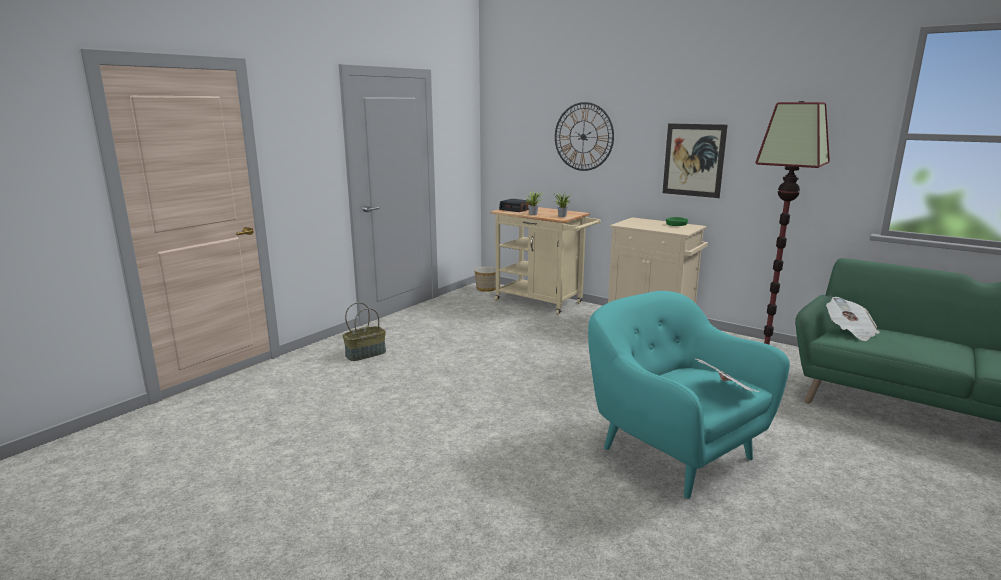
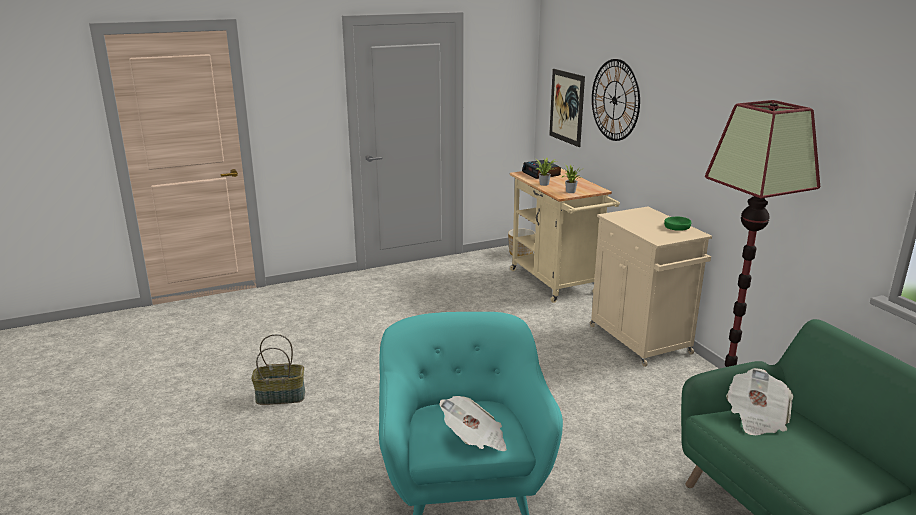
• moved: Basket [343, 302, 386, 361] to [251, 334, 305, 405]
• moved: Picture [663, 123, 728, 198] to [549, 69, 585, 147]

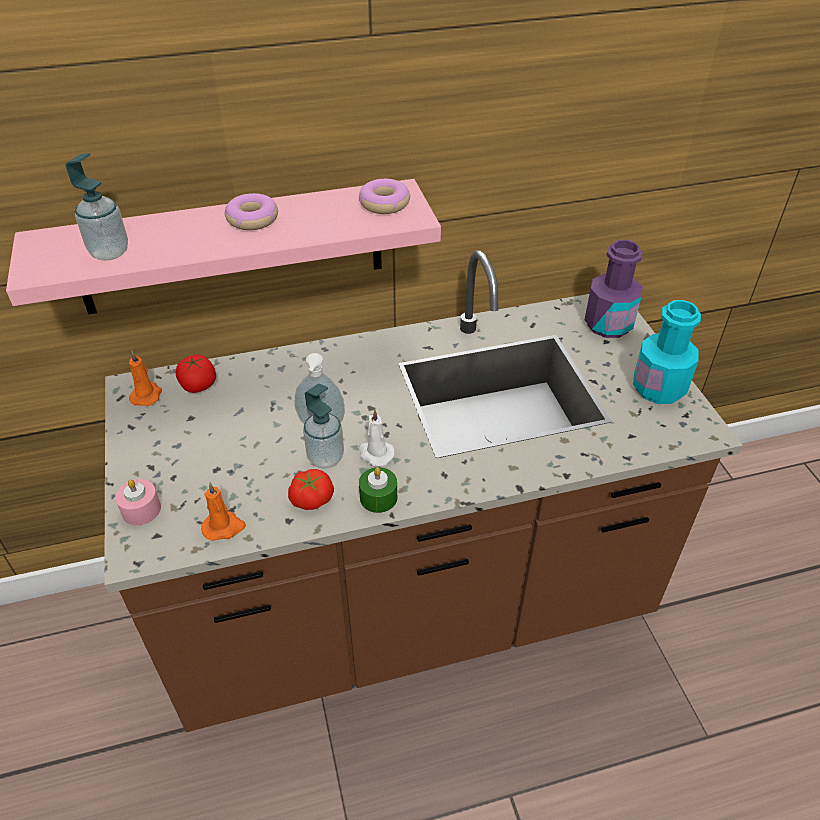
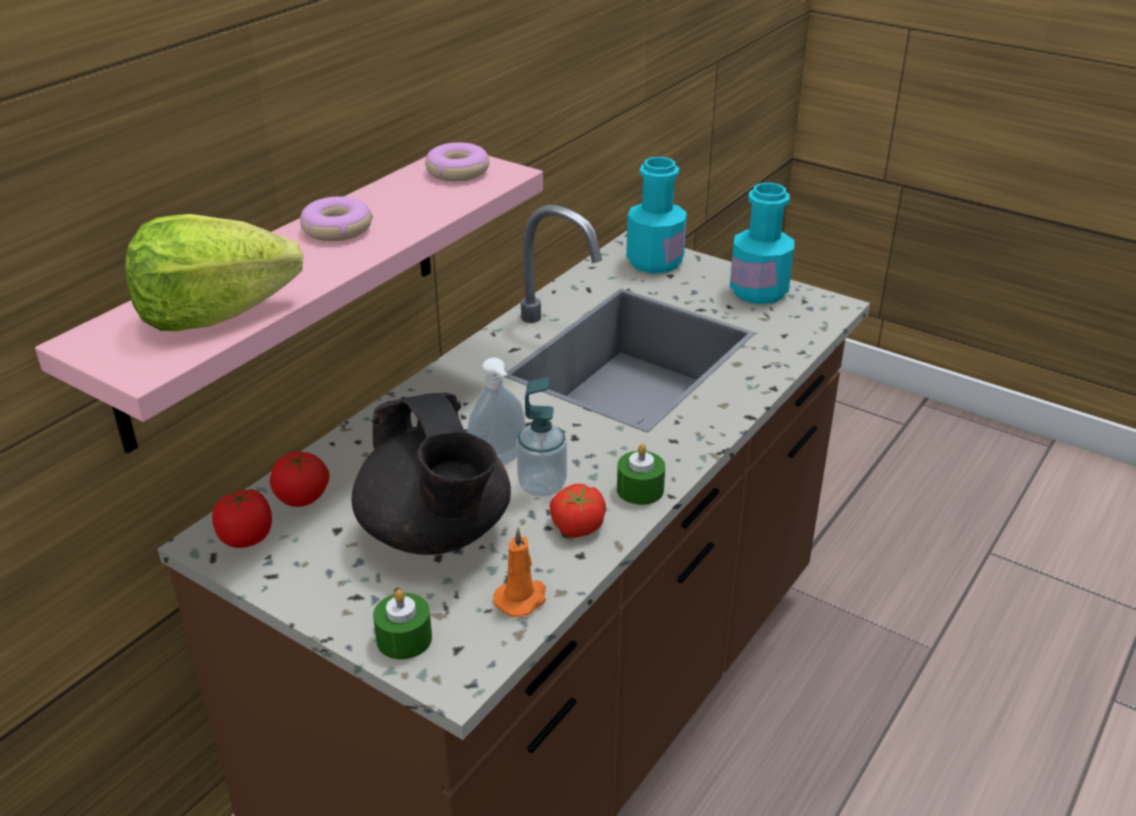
• removed: WhiteColouredWaxLight [358, 409, 395, 467]
• added: BlackColouredTeapot [351, 393, 511, 555]
• replaced: SoapDispenser [66, 153, 128, 261] to LettuceHead [125, 214, 304, 331]
• replaced: OrangeWaxLight [129, 351, 162, 406] to FreshTomato [212, 489, 272, 548]
• recoloured: PinkColouredWaxLight [115, 479, 161, 525] to GreenishWaxLight [373, 589, 432, 659]
• recoloured: PurpleDrinkBottle [585, 240, 643, 338] to BlueGreenDrinkBottle [626, 157, 687, 274]

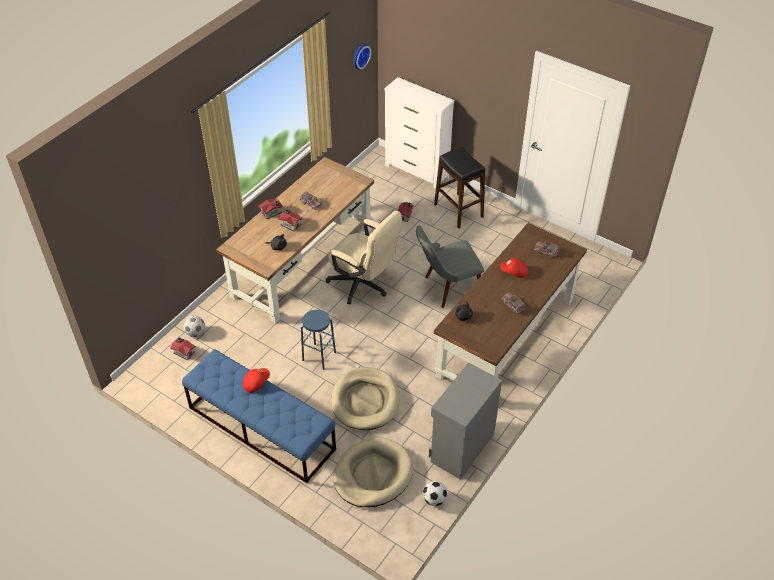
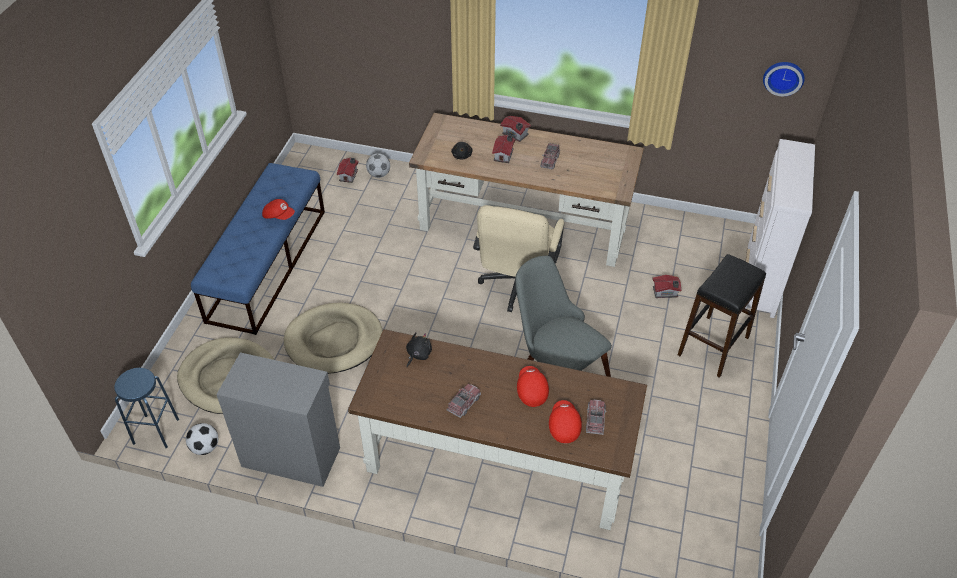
• added: RedColouredCap [549, 400, 582, 443]
• moved: BluishSittingStool [301, 310, 336, 370] to [114, 368, 179, 448]

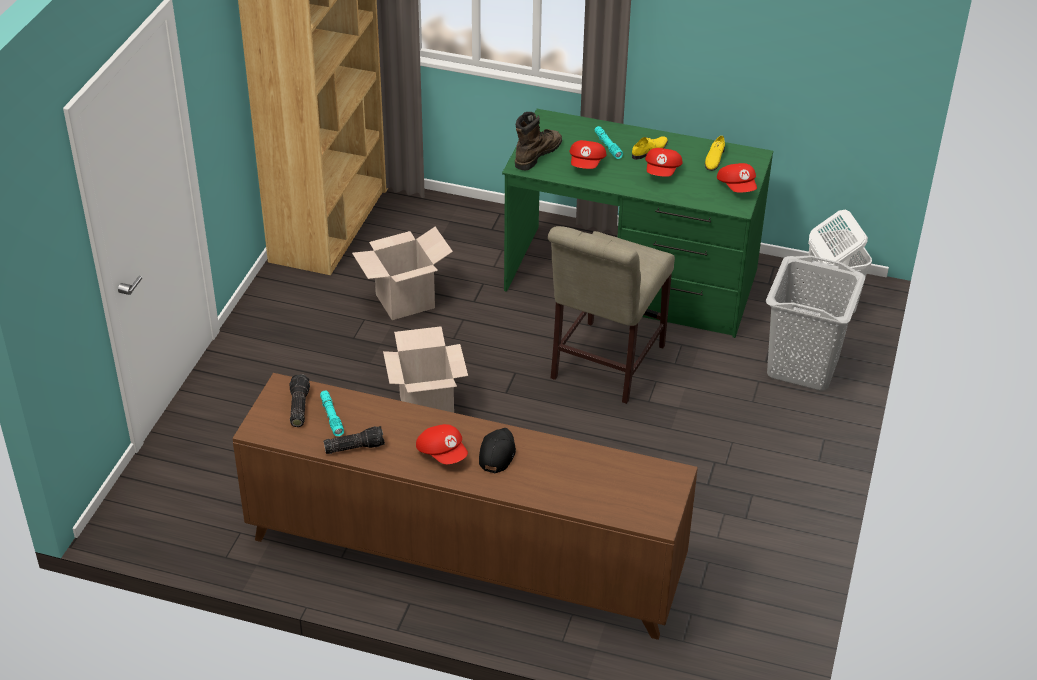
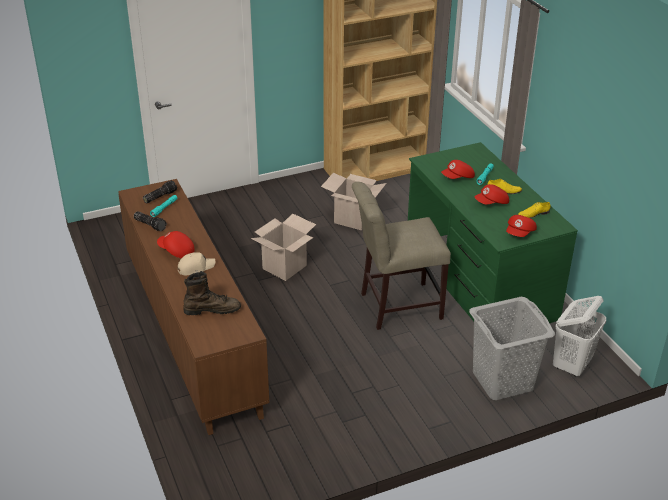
• moved: BrownColouredTallBoot [515, 112, 562, 170] to [183, 271, 241, 315]
• recoloured: BlackColouredCap [479, 428, 516, 473] to BeigeCap [178, 252, 215, 275]
• turned: RedColouredCap [416, 424, 468, 464] = [157, 231, 195, 258] 105 degrees clockwise

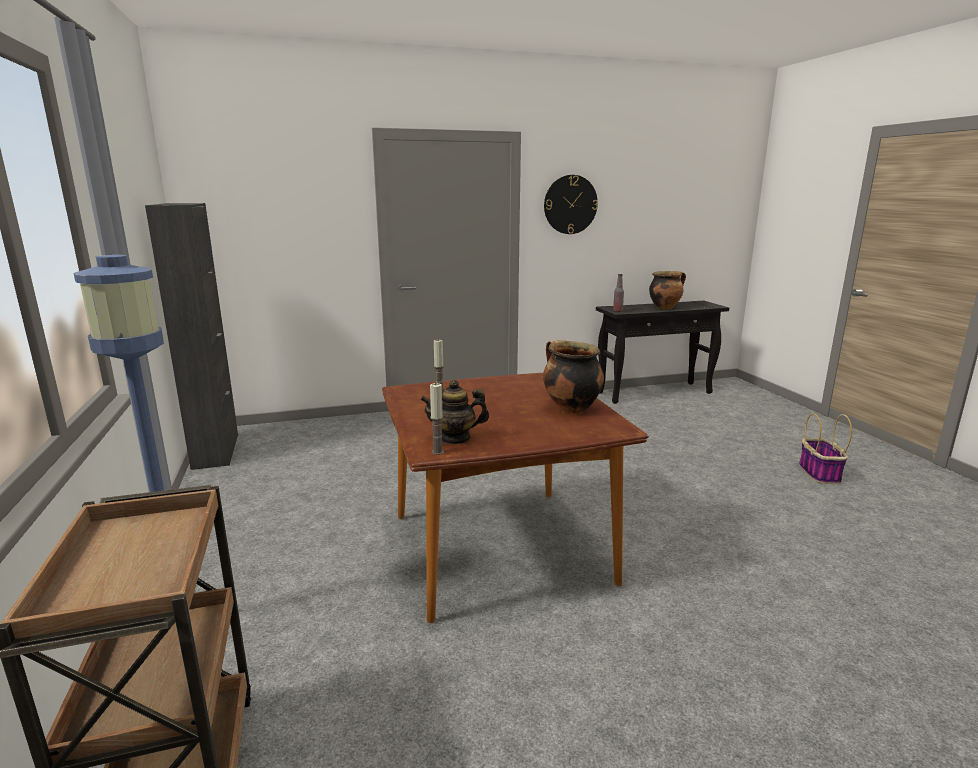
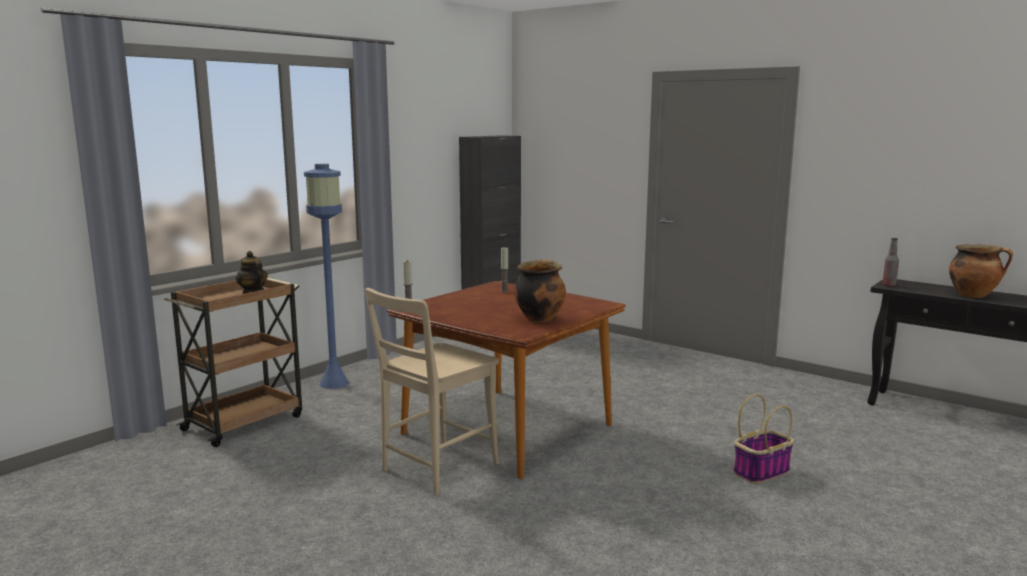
• removed: HangingClock [544, 175, 598, 234]
• added: BeigeChair [365, 288, 500, 495]
• moved: Teapot [420, 380, 489, 445] to [236, 251, 268, 294]
• moved: Basket [799, 413, 852, 484] to [734, 394, 794, 484]

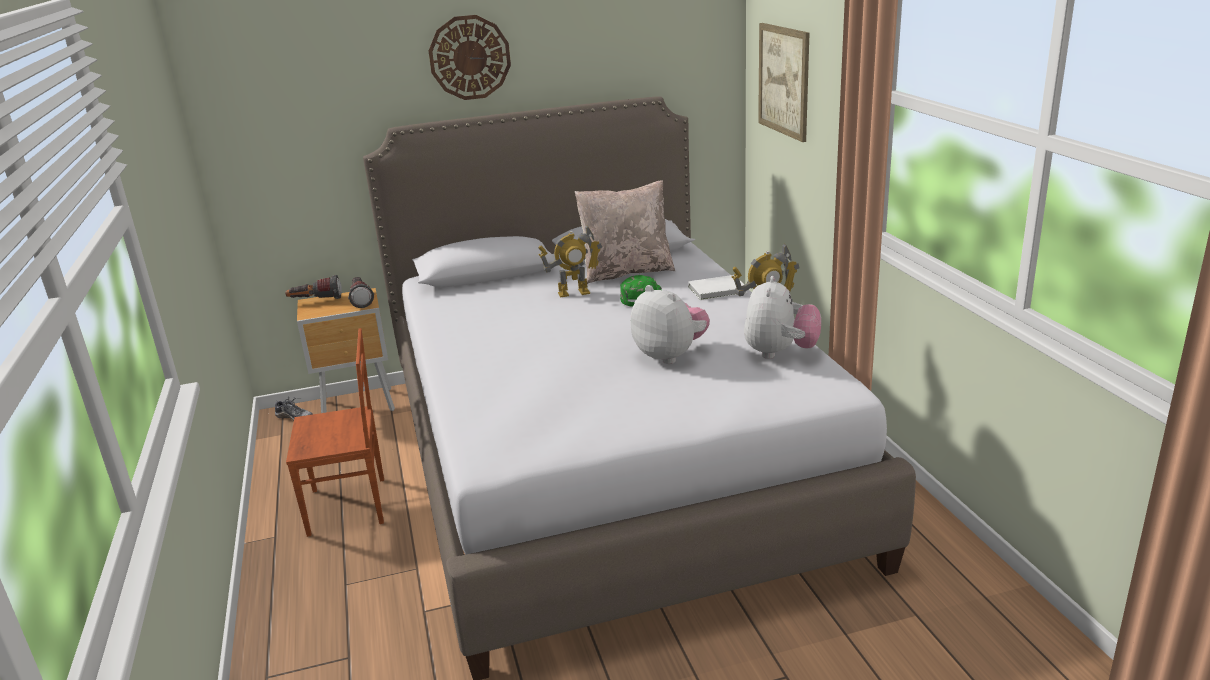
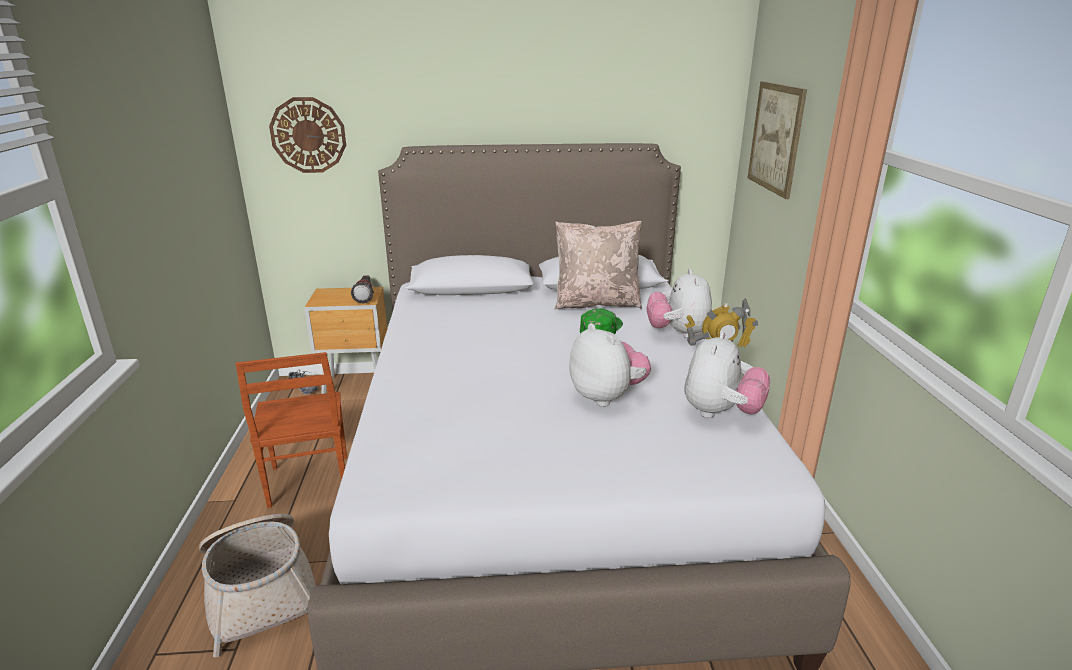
• removed: HandTorch [285, 275, 342, 299]
• removed: RobotFigure [538, 225, 602, 297]
• added: Basket [199, 514, 316, 658]
• moved: HangingClock [428, 15, 511, 100] to [269, 97, 346, 173]
• replaced: WhiteColouredVolume [688, 275, 747, 300] to SoftToy [646, 269, 712, 338]
• turned: BrownColouredChair [286, 328, 384, 537] = [235, 352, 347, 508] 75 degrees clockwise

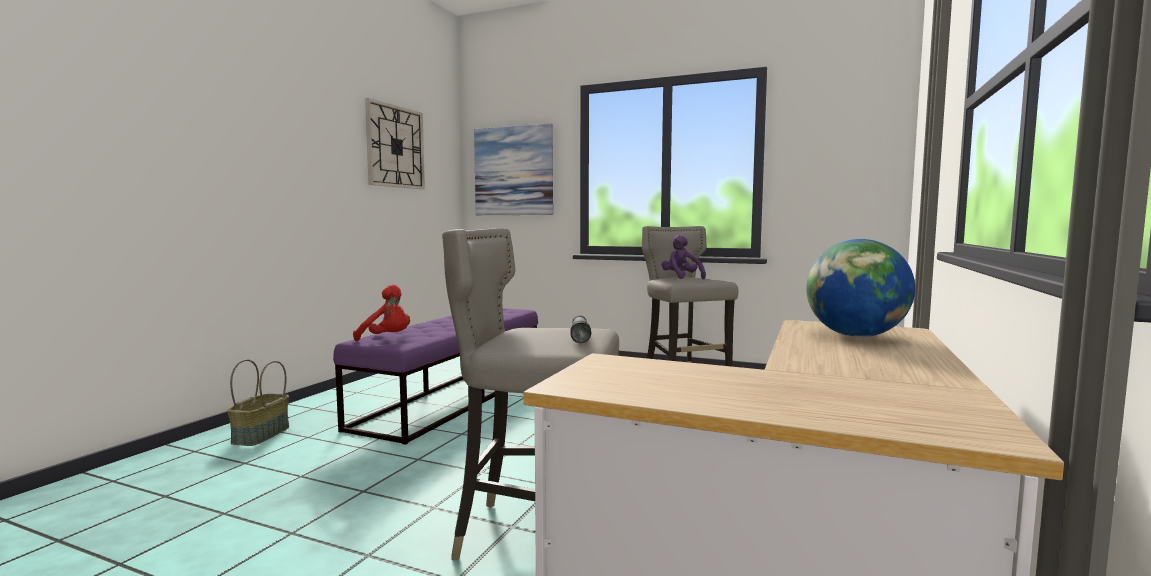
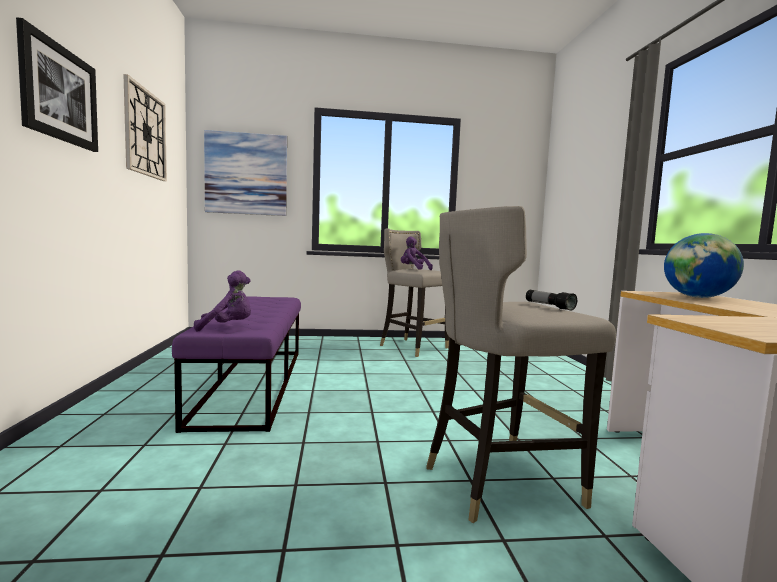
• removed: Basket [227, 359, 289, 446]
• added: Picture [16, 17, 98, 152]
• recoloured: RedColouredSoftToy [353, 284, 410, 341] to PurpleSoftToy [194, 270, 251, 332]

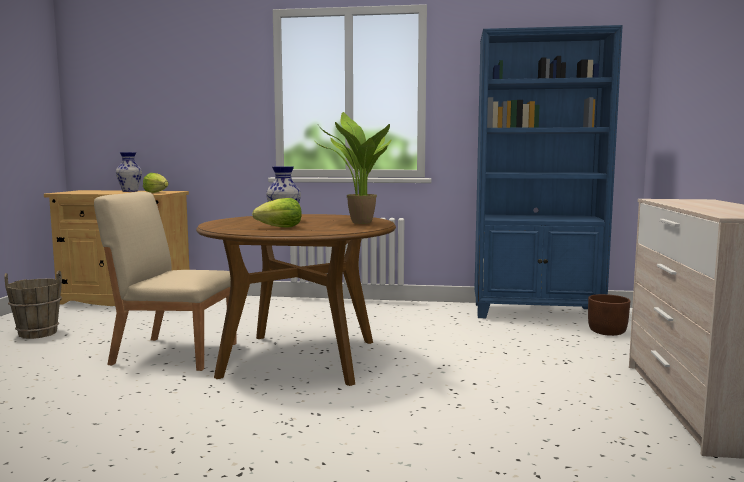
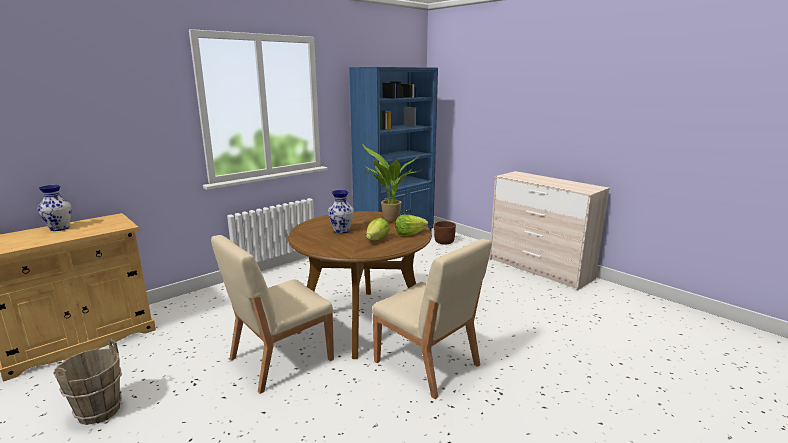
• added: BeigeChair [372, 239, 491, 399]
• moved: LettuceHead [143, 173, 169, 193] to [395, 215, 428, 235]

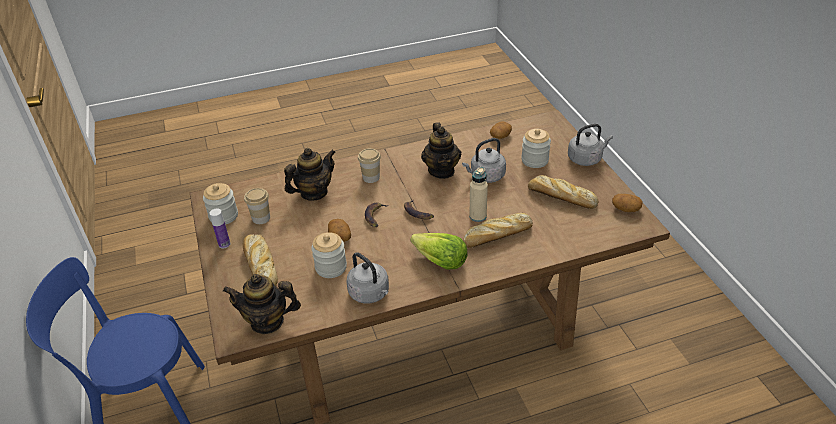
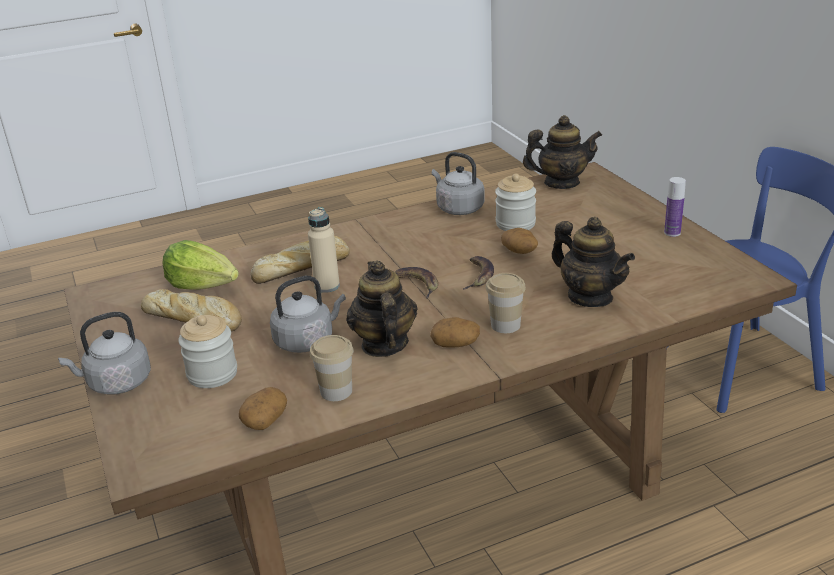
• removed: StorageJar [203, 183, 238, 225]
• removed: BakeryBread [243, 234, 278, 286]
• moved: Cup [244, 188, 270, 224] to [310, 335, 354, 401]
• moved: LettuceHead [410, 233, 468, 269] to [162, 240, 239, 290]
• moved: Spud [612, 194, 643, 212] to [430, 317, 480, 348]
• turned: Teapot [284, 148, 335, 200] = [552, 217, 635, 307] 90 degrees counterclockwise

